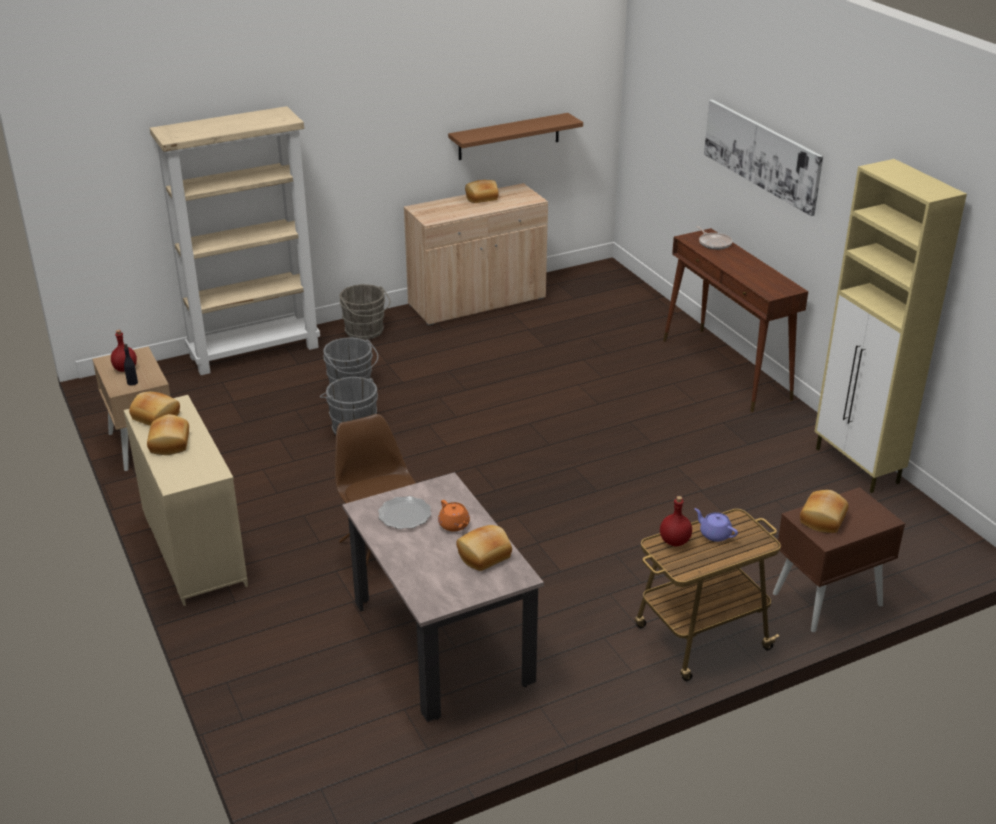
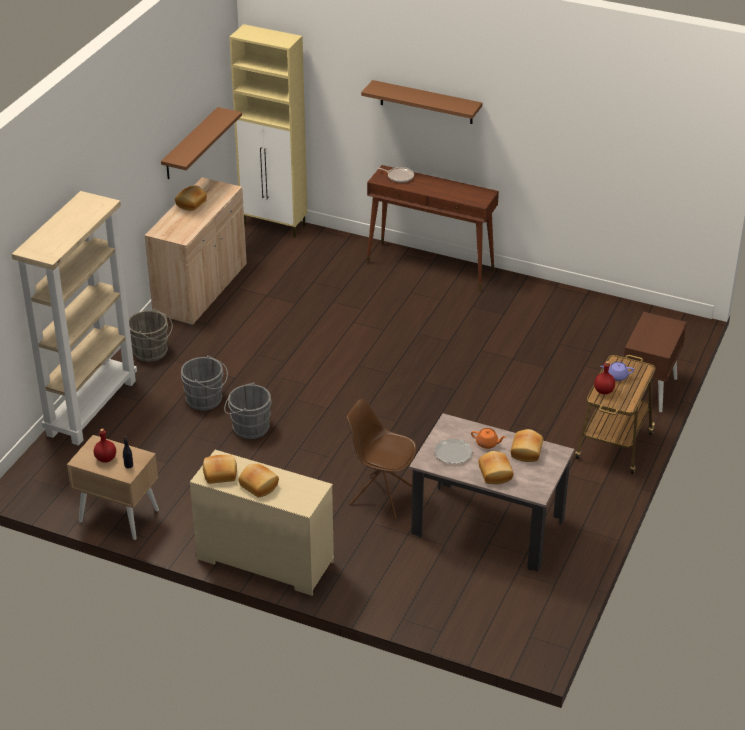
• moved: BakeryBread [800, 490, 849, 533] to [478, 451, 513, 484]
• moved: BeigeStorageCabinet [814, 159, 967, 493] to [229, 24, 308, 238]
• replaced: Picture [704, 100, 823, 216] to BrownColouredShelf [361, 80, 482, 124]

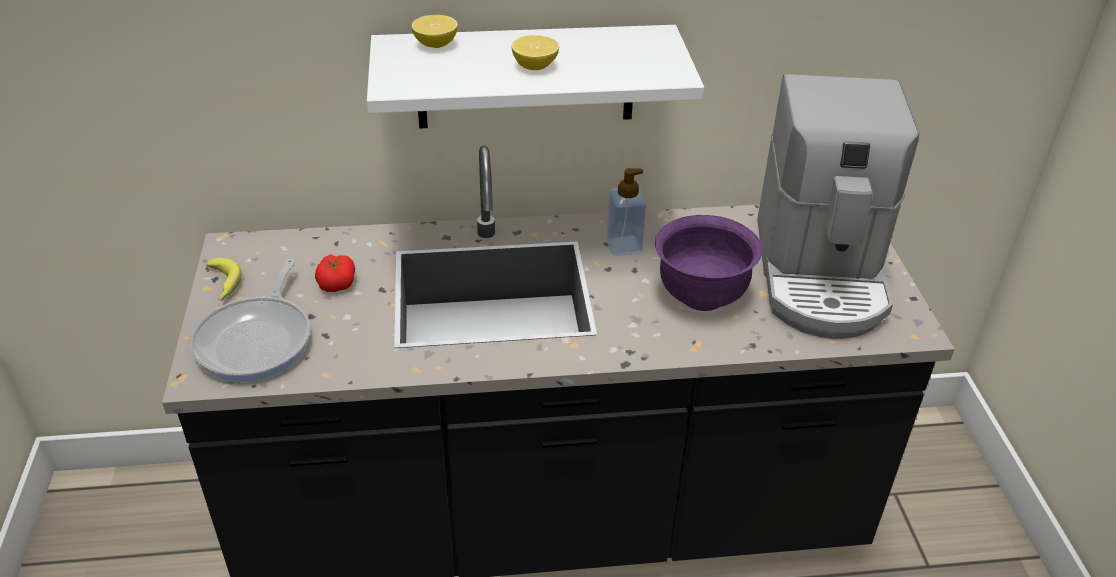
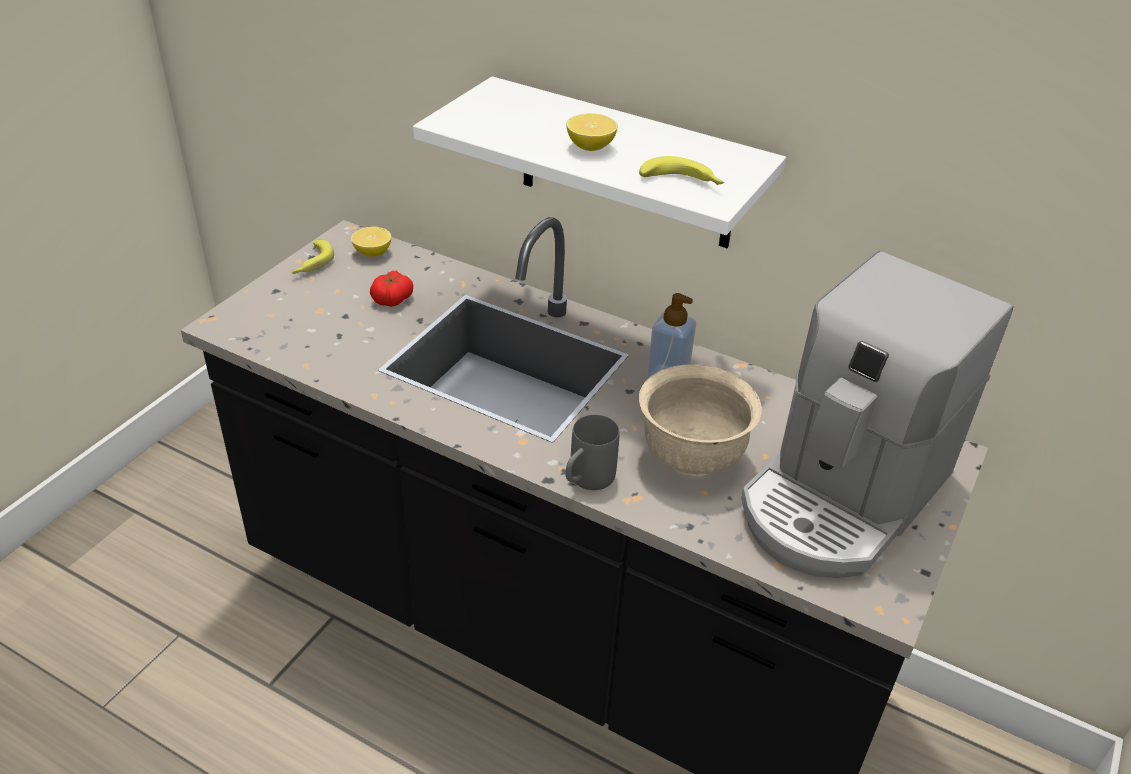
• removed: Pan [190, 259, 310, 382]
• added: GreyCoffeeMug [566, 414, 619, 490]
• added: BananaFruit [639, 156, 724, 185]
• moved: CitrusFruit [411, 15, 458, 48] to [351, 227, 391, 257]
• recoloured: PurpleDeepDish [655, 215, 762, 311] to BeigeDeepDish [639, 364, 762, 476]

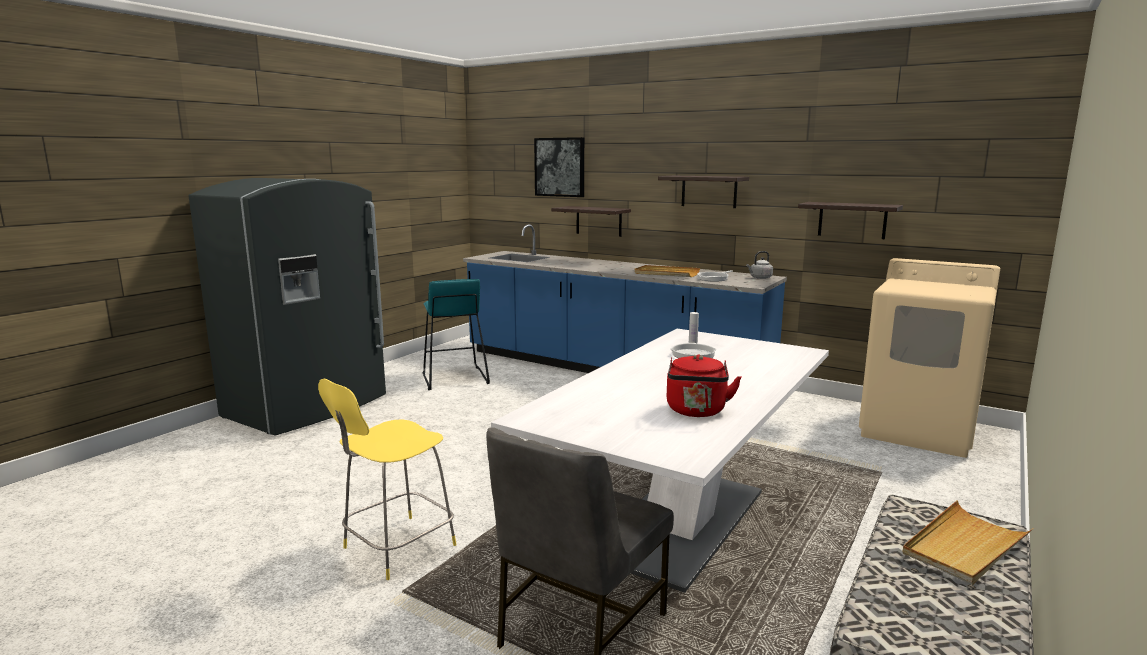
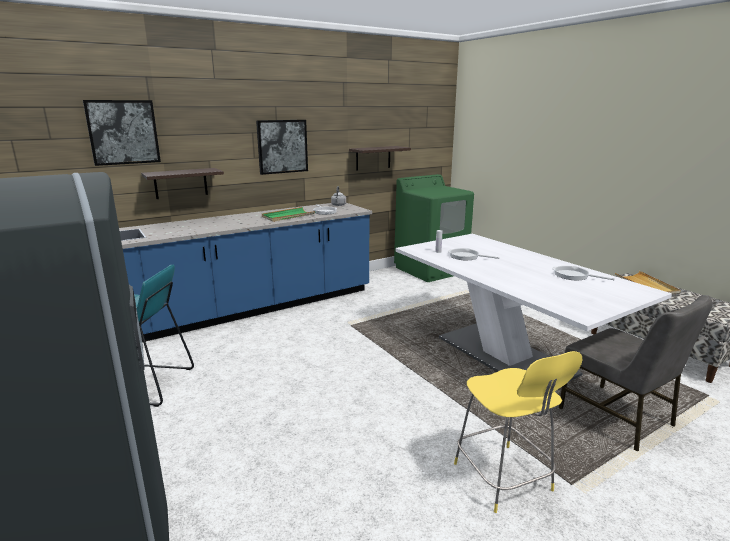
• replaced: Shelf [658, 176, 749, 208] to Picture [256, 120, 308, 175]
• replaced: RedColouredKettle [667, 354, 742, 417] to Pan [552, 266, 615, 280]
• recoloured: BeigeCarryingTray [634, 265, 700, 277] to GreenishCarryingTray [262, 207, 316, 222]
• recoloured: BeigeLaundryMachine [859, 258, 1000, 458] to GreenishLaundryMachine [394, 174, 474, 282]

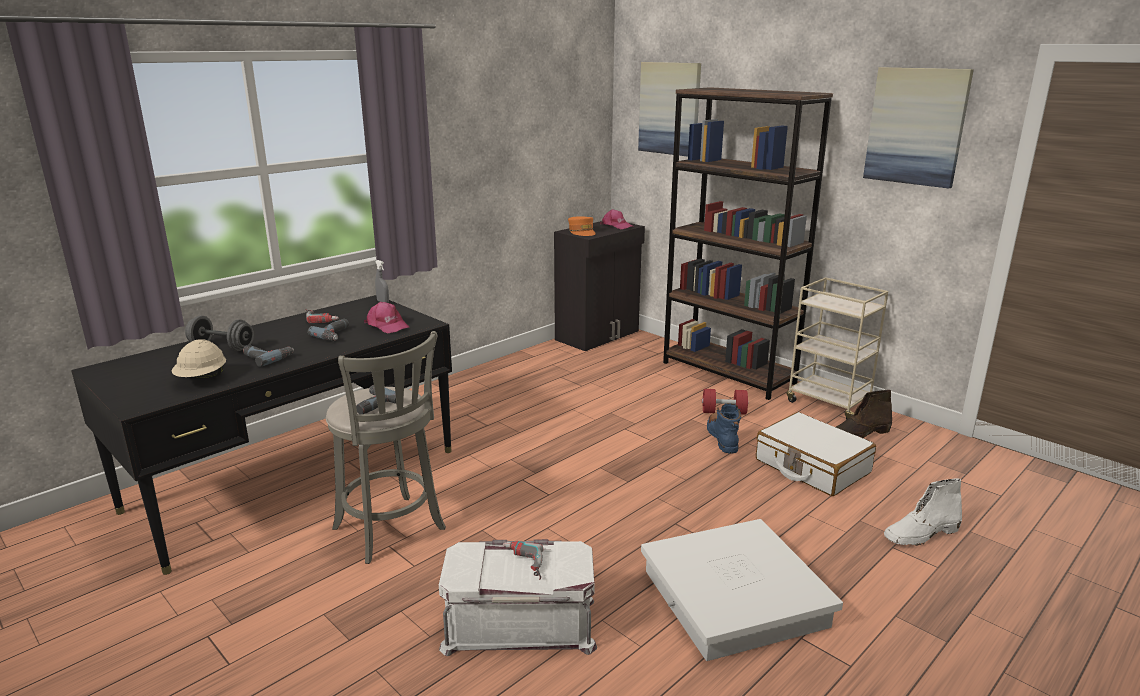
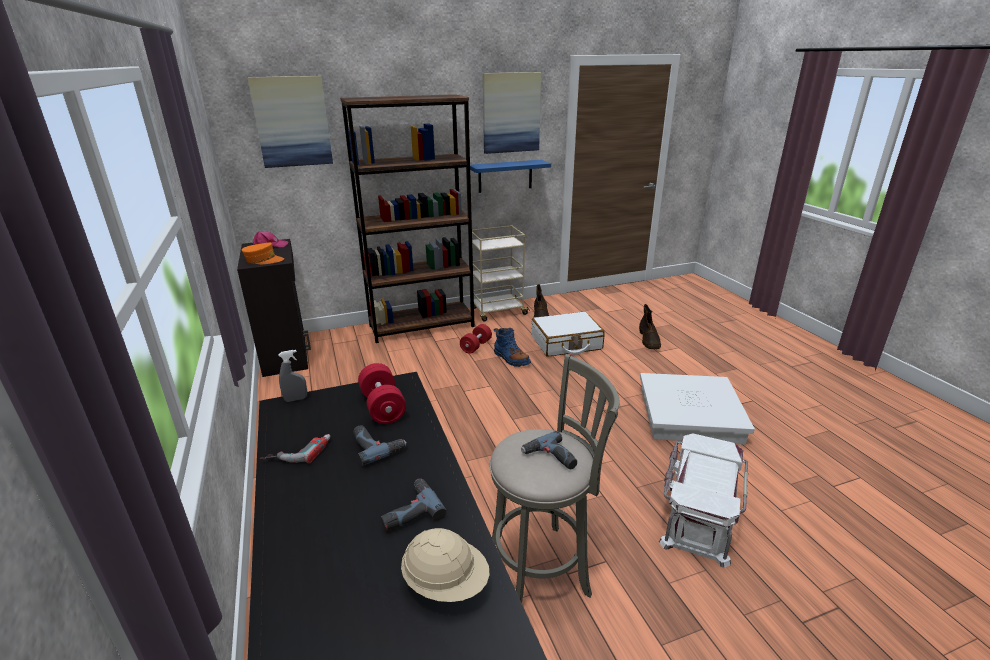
• removed: GreyDumbbell [185, 316, 254, 351]
• removed: ElectricDrill [503, 541, 543, 580]
• added: BluishShelf [470, 160, 551, 193]
• replaced: PinkColouredCap [364, 302, 409, 334] to RedColouredDumbbell [358, 363, 406, 424]
• recoloured: WhiteColouredTallBoot [884, 478, 962, 546] to BrownColouredTallBoot [639, 304, 661, 349]
• turned: BluishTallBoot [707, 403, 741, 454] = [494, 328, 531, 367] 150 degrees counterclockwise

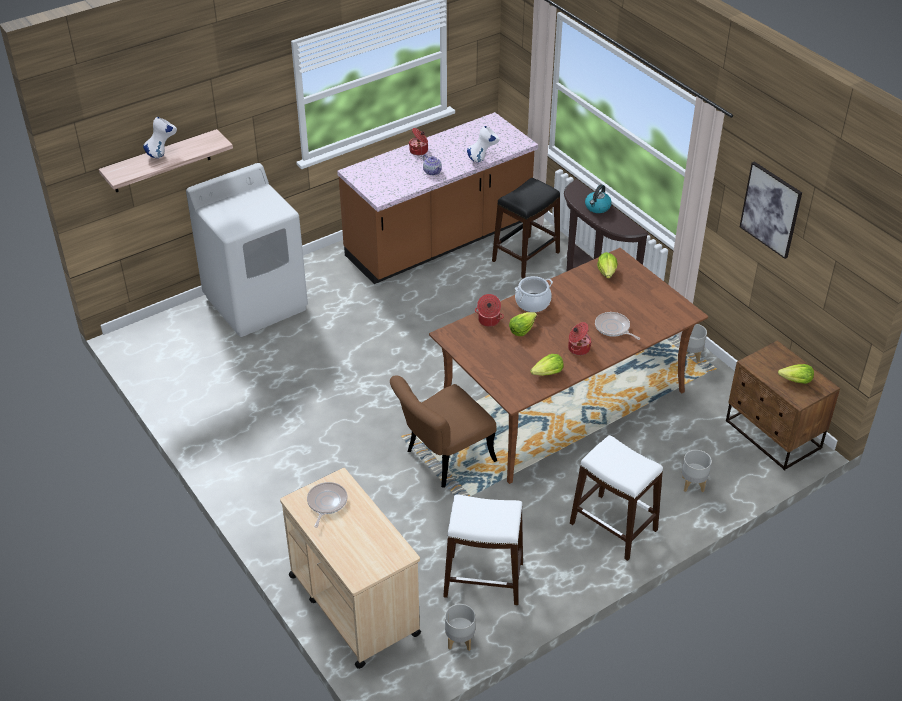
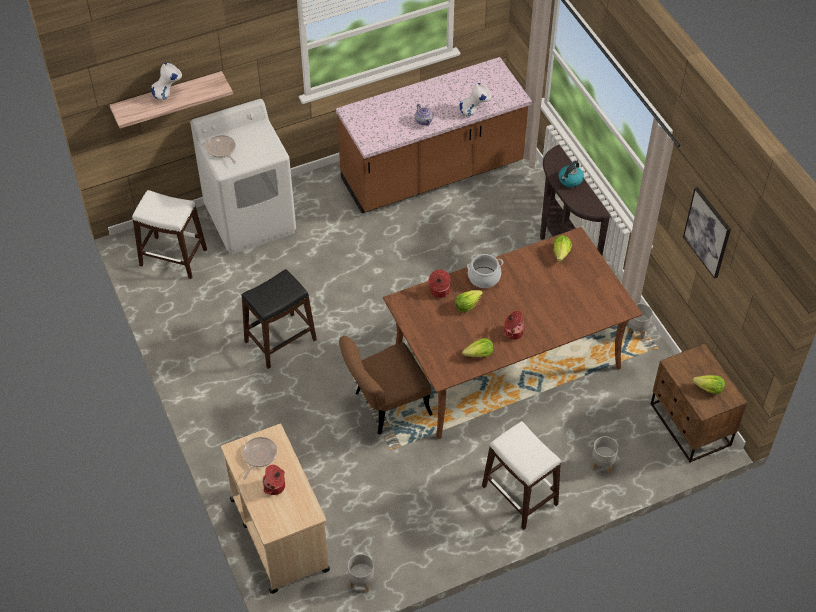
• moved: CookingPot [409, 128, 428, 155] to [263, 465, 285, 495]
• moved: WhiteColouredSittingStool [443, 494, 523, 605] to [132, 190, 207, 279]
• moved: BlackColouredSittingStool [492, 178, 560, 279] to [242, 269, 317, 369]
• moved: Pan [595, 312, 640, 340] to [206, 135, 236, 164]

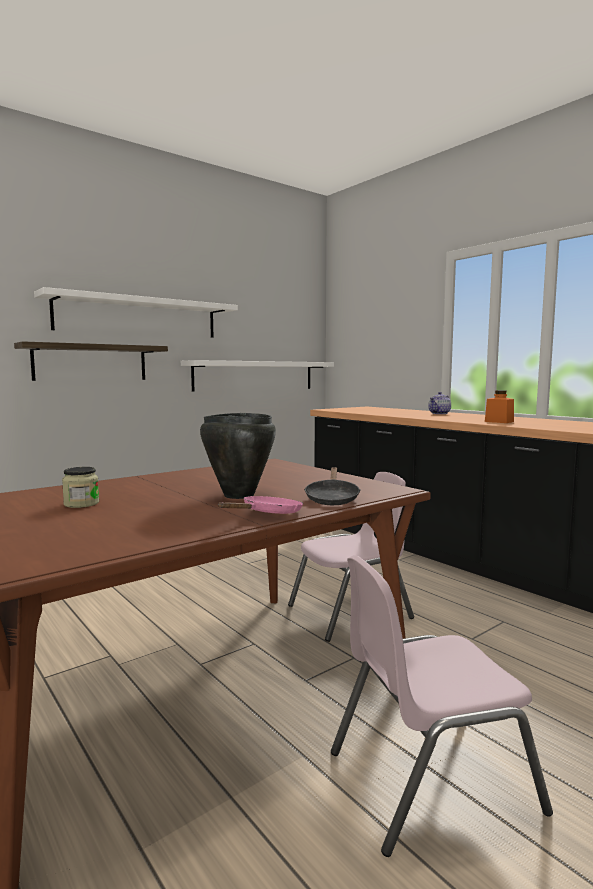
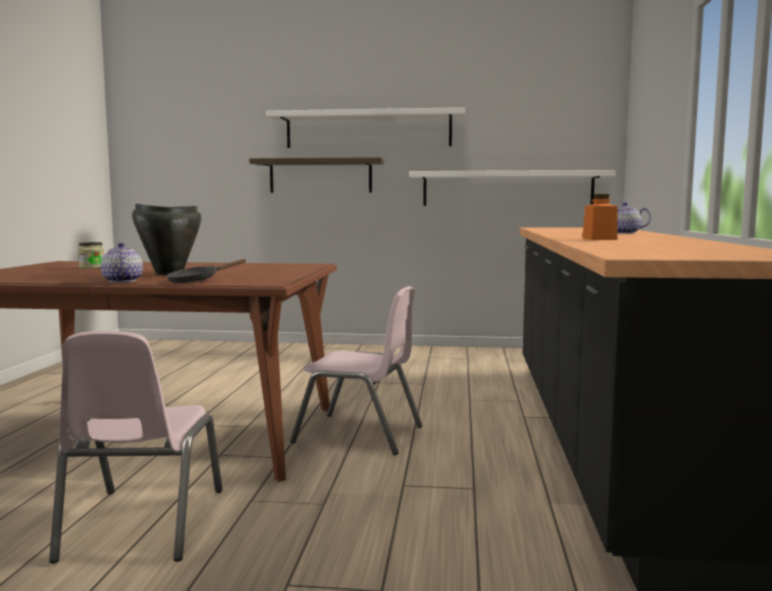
• replaced: PinkColouredPan [218, 496, 303, 514] to Teapot [101, 243, 143, 283]
• turned: PinkColouredChair [331, 555, 553, 857] = [49, 331, 223, 563] 120 degrees counterclockwise

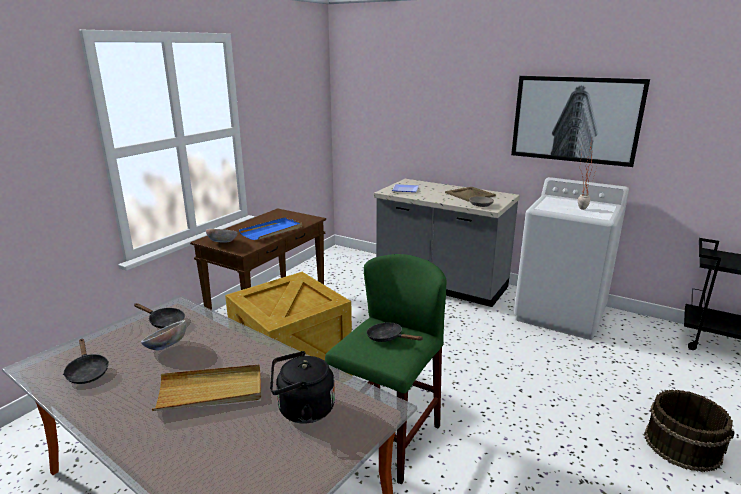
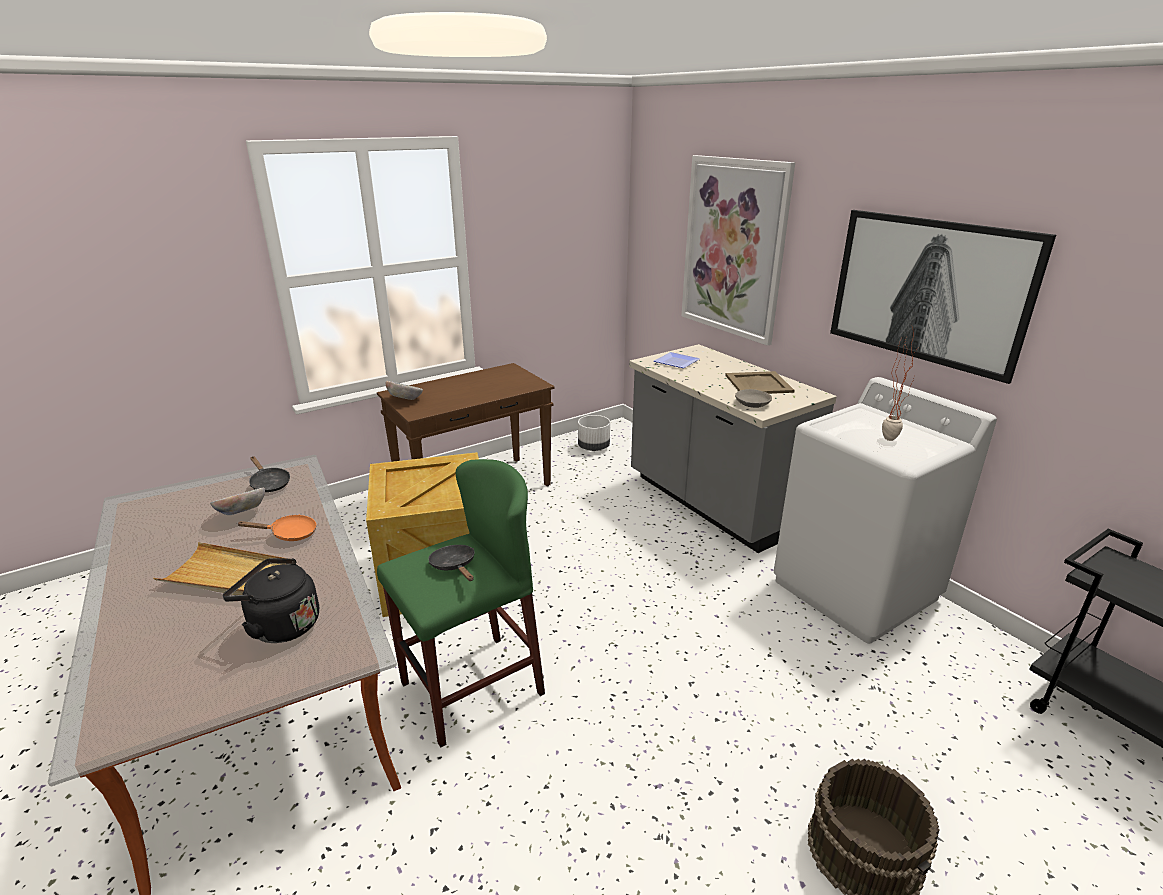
• removed: BlackColouredPan [63, 339, 109, 384]
• removed: BluishCarryingTray [239, 217, 302, 240]
• added: OrangePan [237, 514, 317, 541]
• added: WhiteColouredPlantPot [578, 415, 610, 451]
• added: Picture [681, 155, 795, 346]

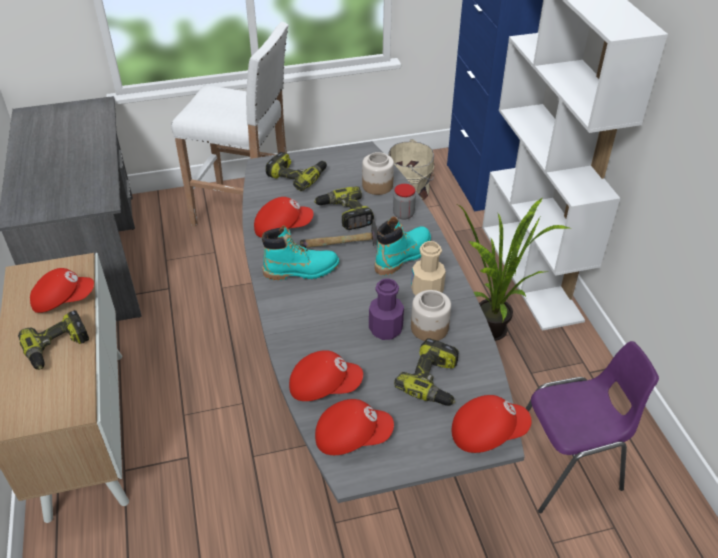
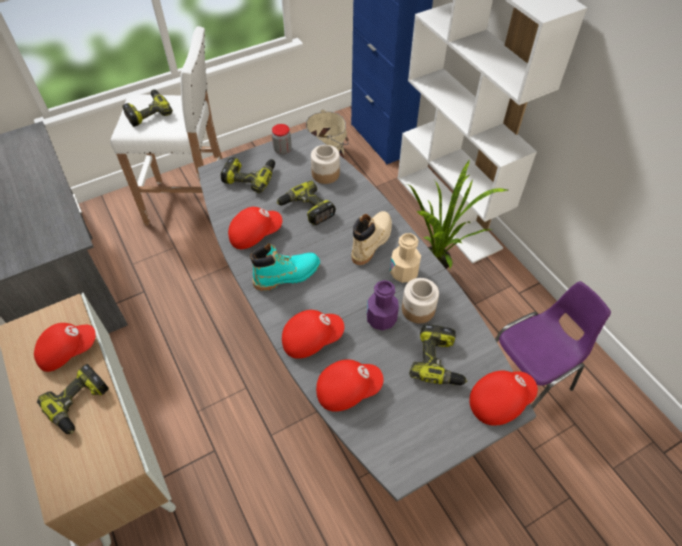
• removed: ToolHammer [300, 220, 378, 248]
• added: ElectricDrill [122, 89, 173, 127]
• moved: RedColouredCap [315, 399, 394, 455] to [282, 310, 344, 359]
• moved: StorageJar [393, 184, 416, 220] to [272, 124, 292, 154]
• recoloured: BlueGreenTallBoot [375, 217, 431, 275] to BeigeTallBoot [351, 211, 392, 265]

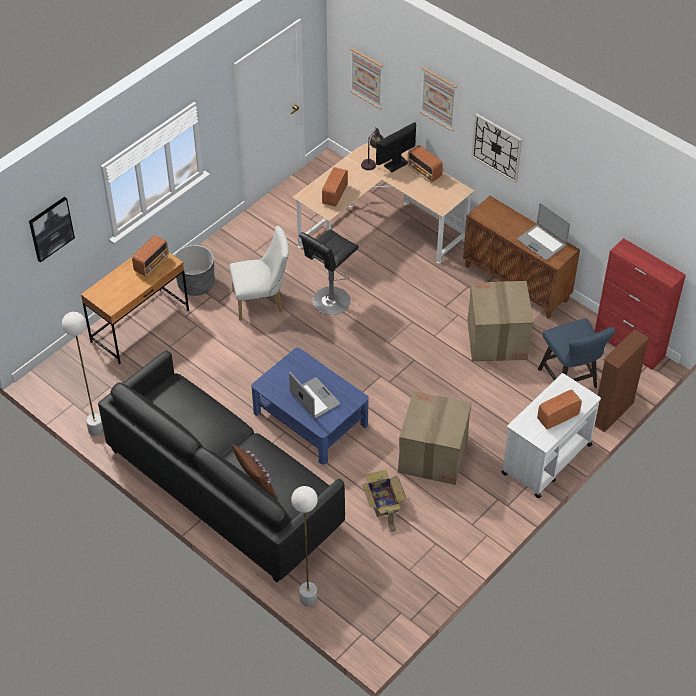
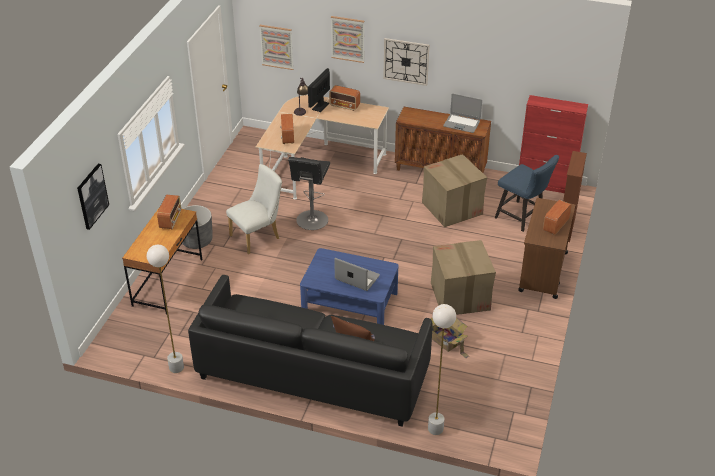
• recoloured: WhiteColouredCart [502, 373, 601, 498] to BrownColouredCart [518, 198, 575, 299]

